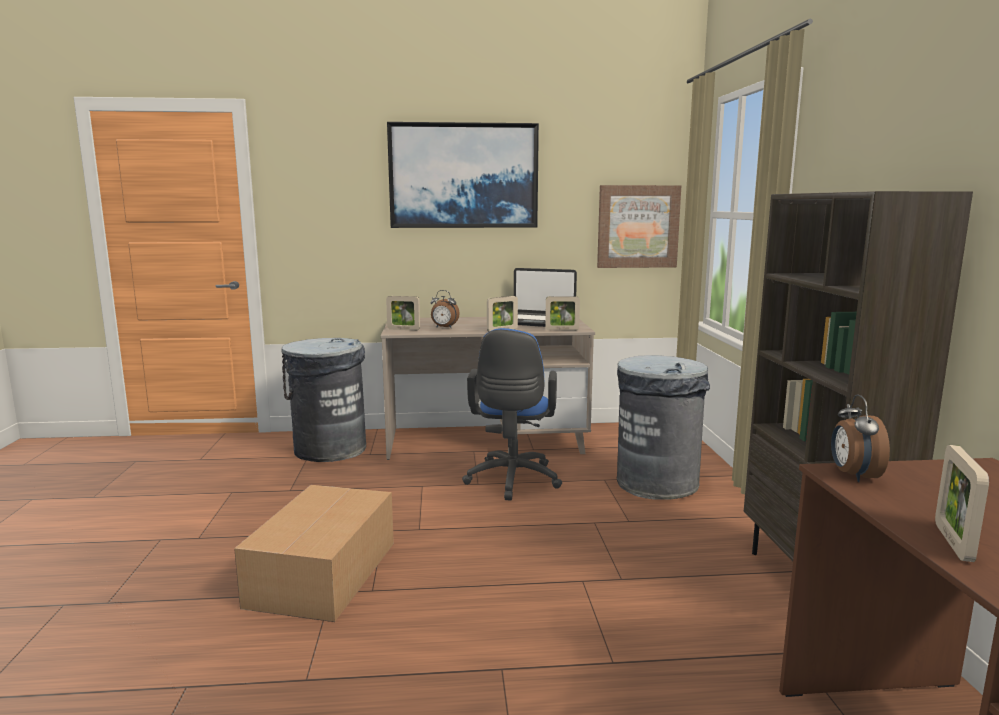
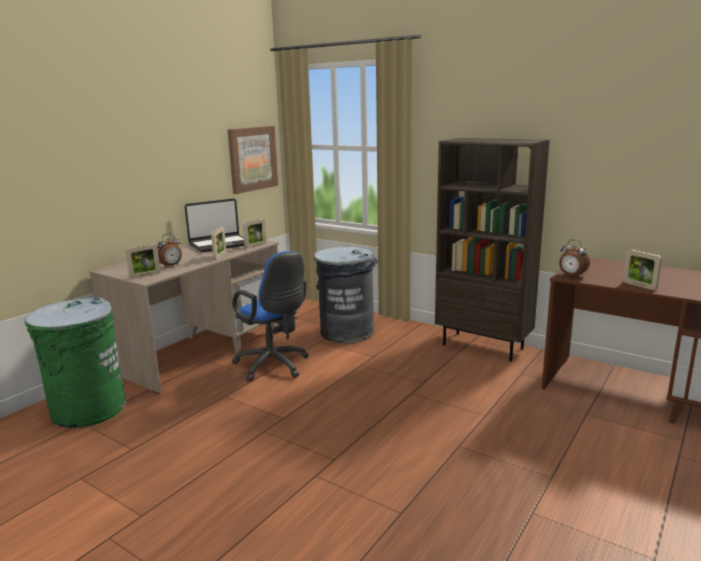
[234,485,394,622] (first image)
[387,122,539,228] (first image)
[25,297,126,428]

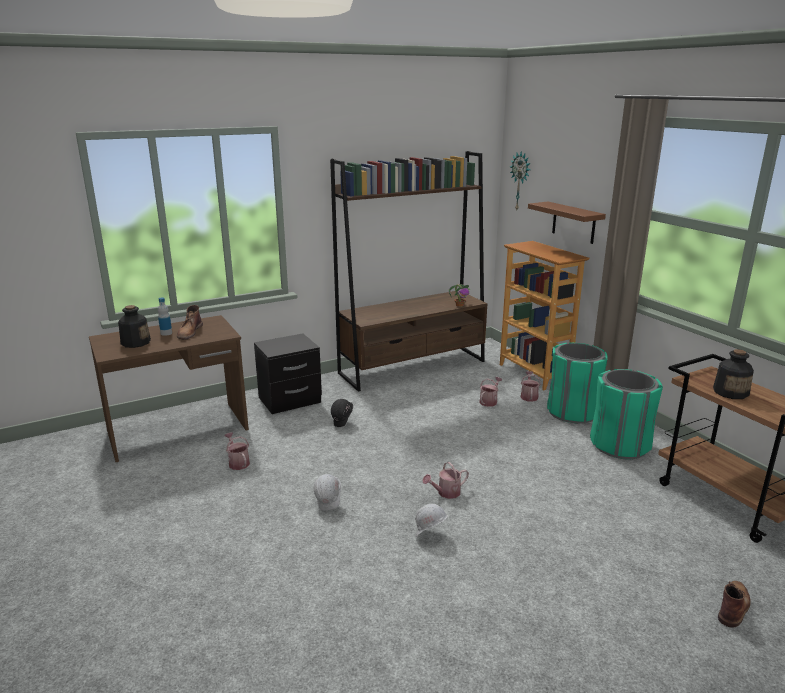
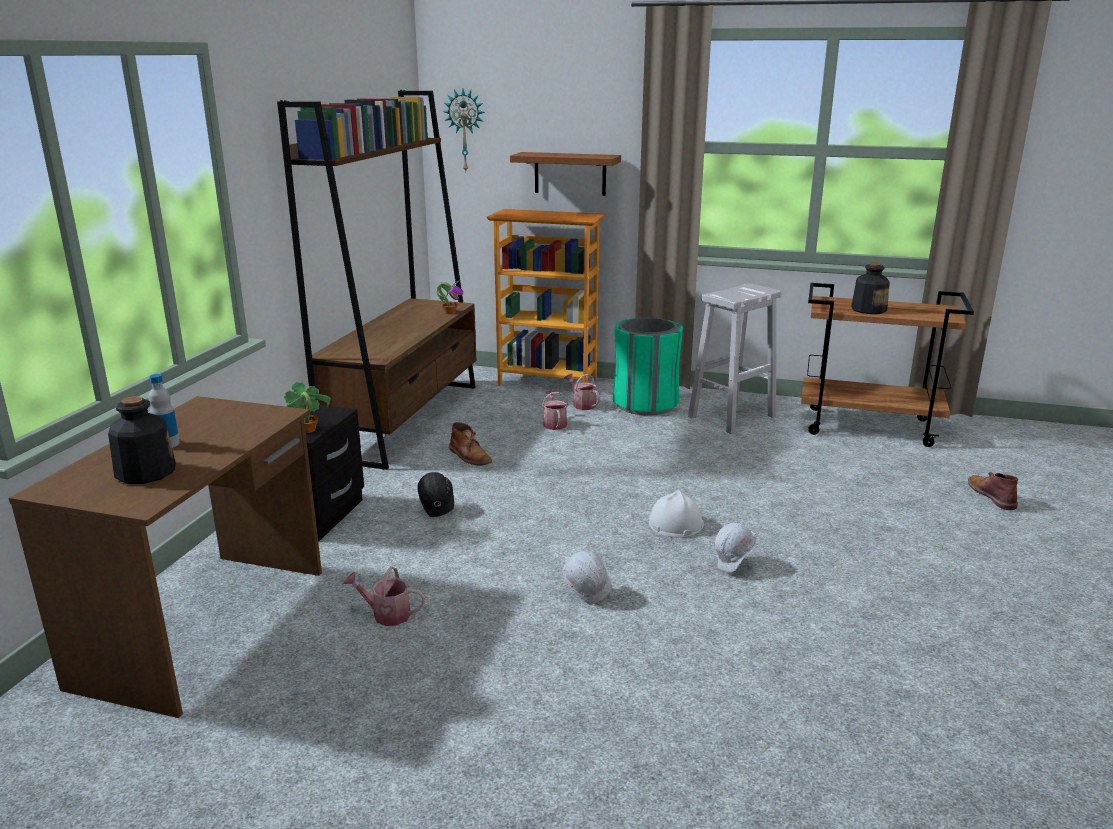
[283,382,331,433]
[449,422,492,466]
[648,490,704,538]
[688,283,781,434]

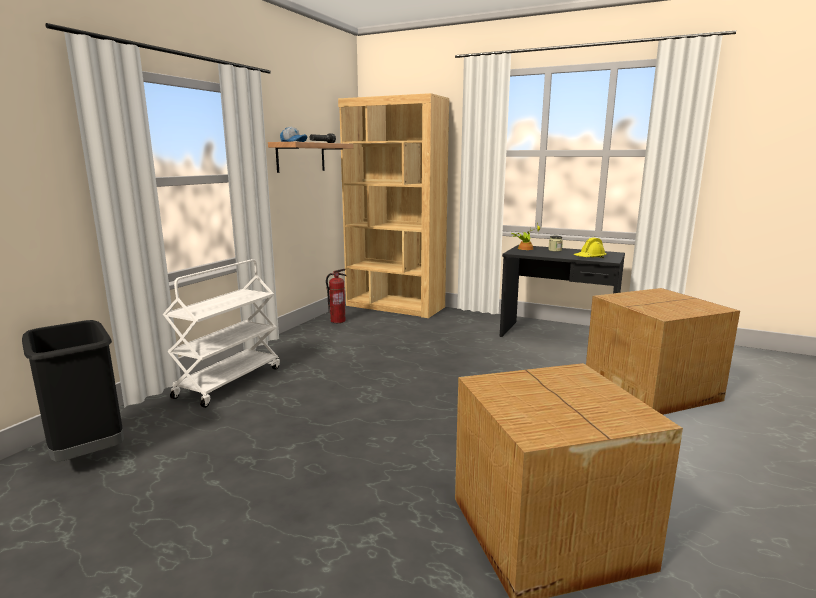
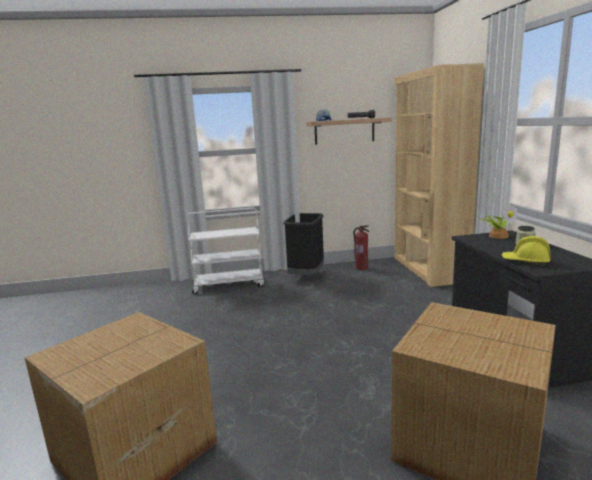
[283,213,324,275]

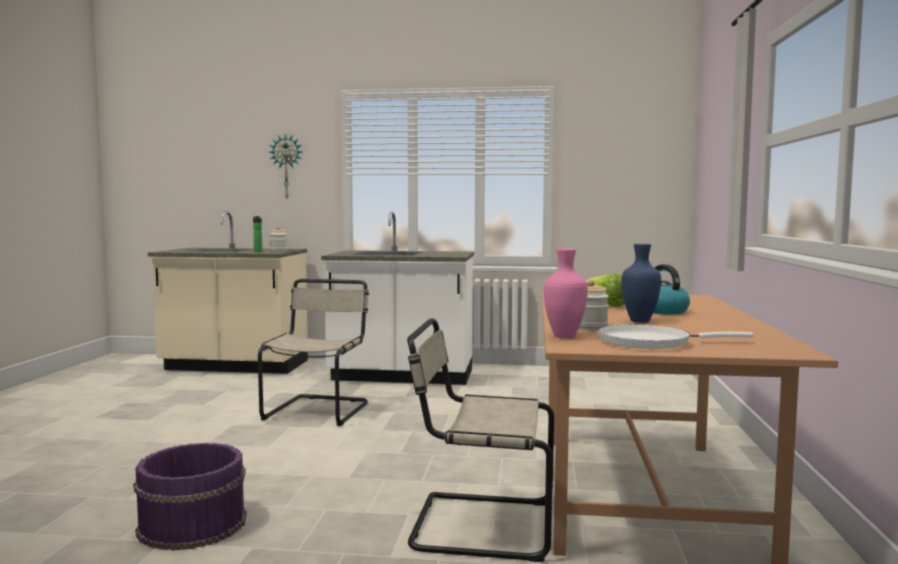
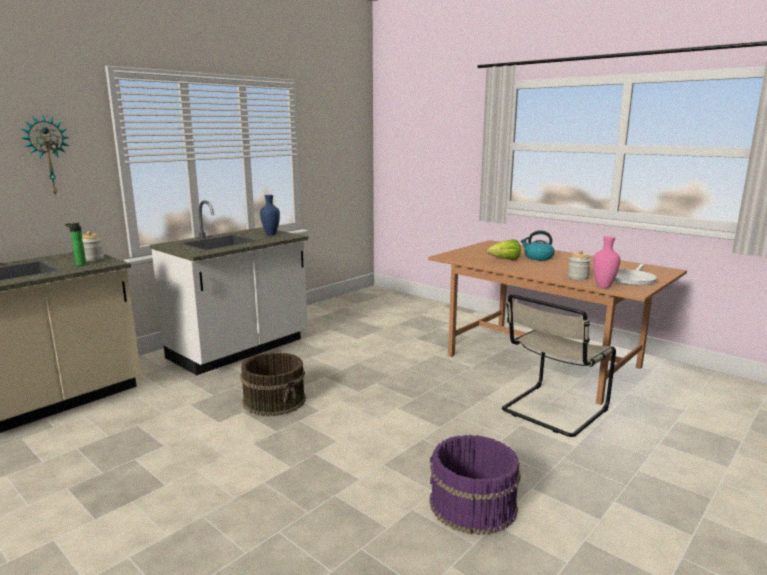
[260,195,280,235]
[240,352,306,416]

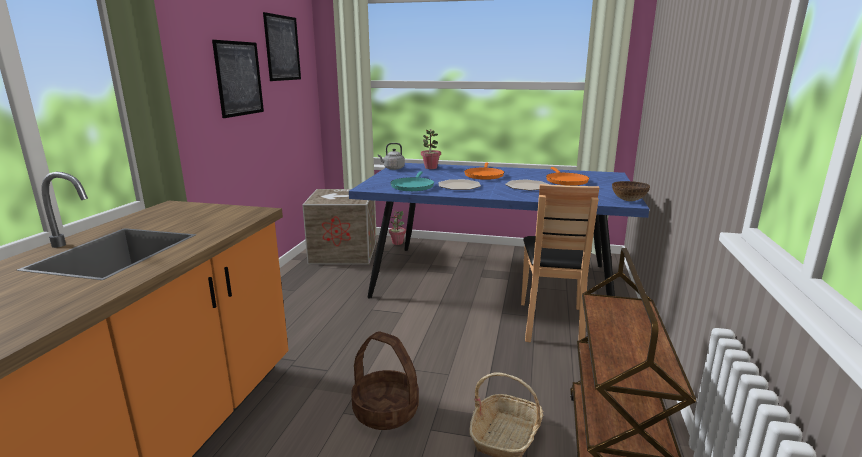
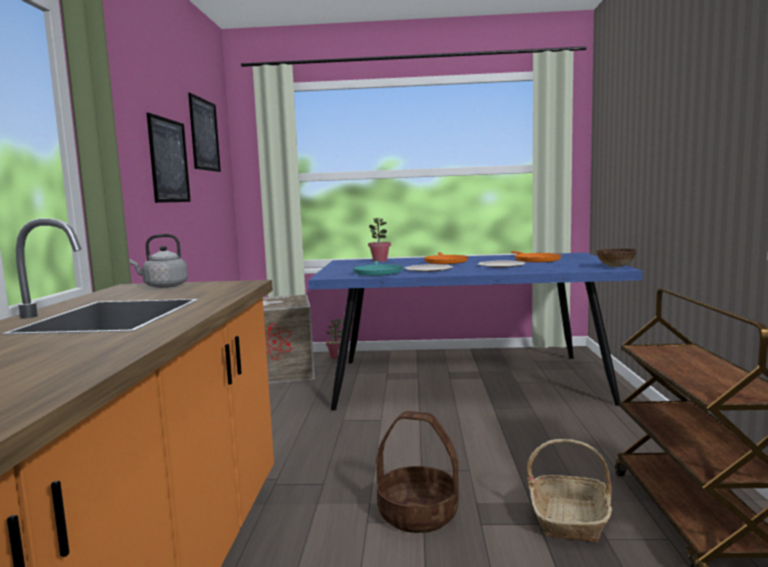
[521,184,599,342] (first image)
[129,234,188,288]

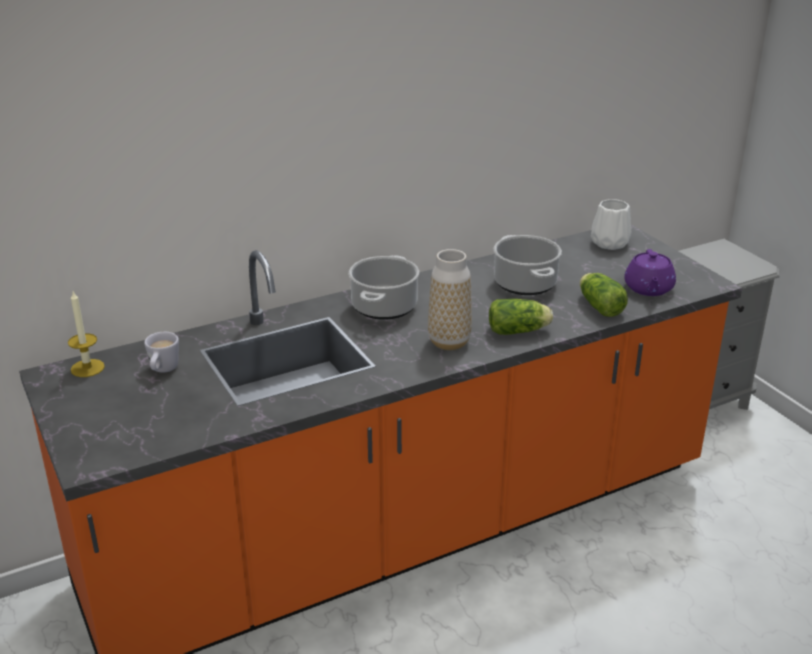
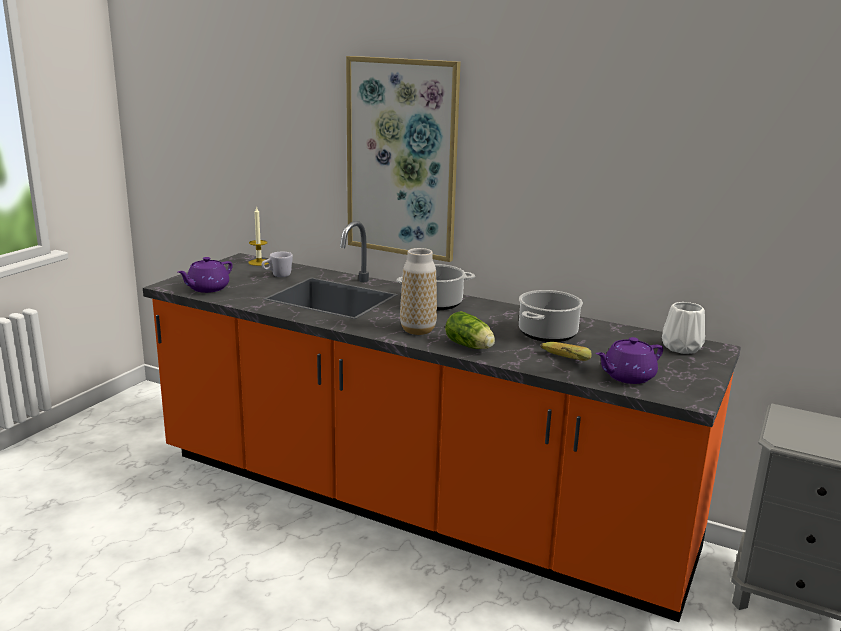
[178,257,233,293]
[346,56,460,262]
[541,342,592,361]

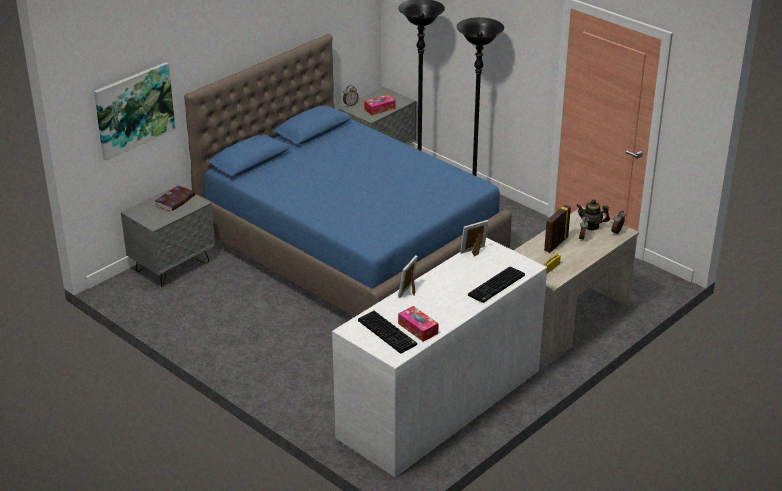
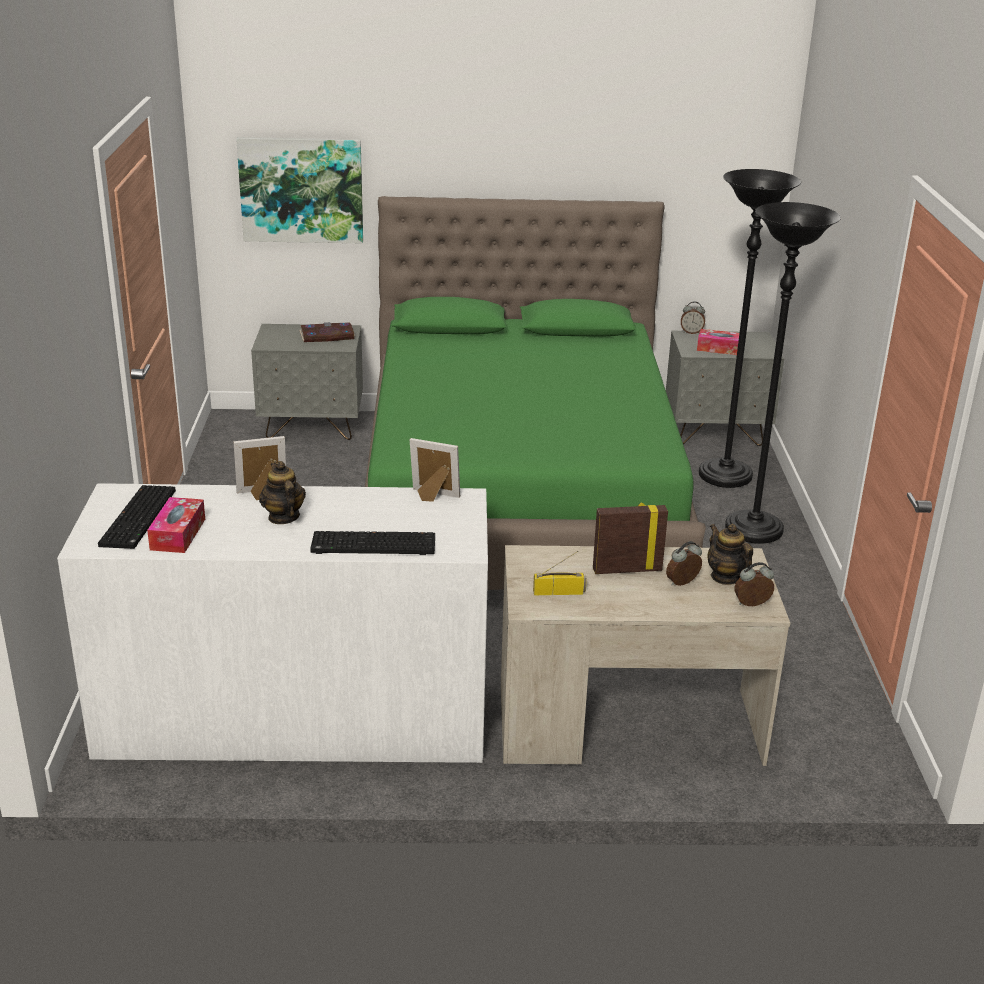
[259,461,306,524]
[365,196,706,590]

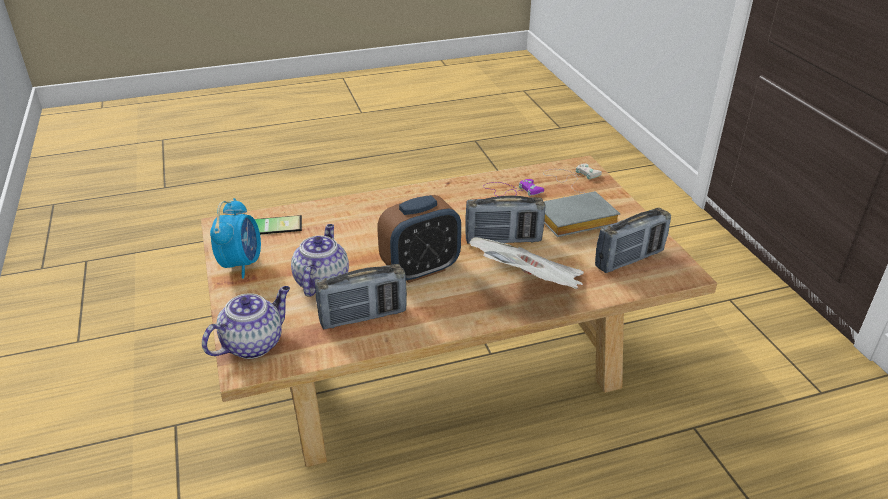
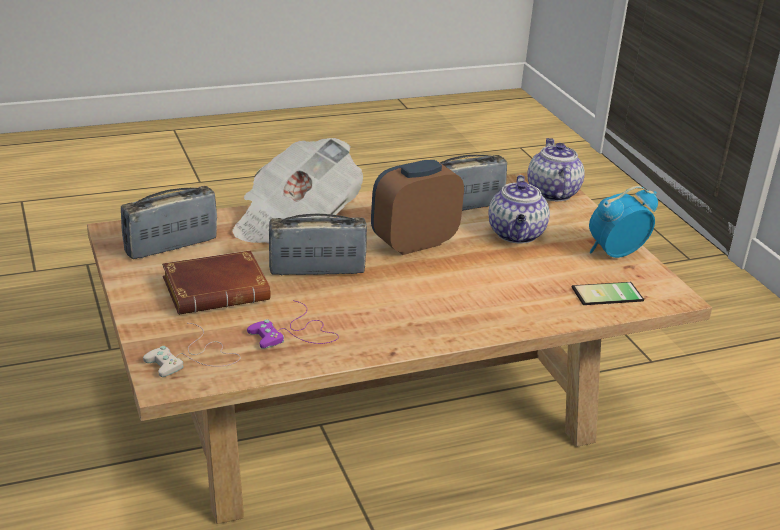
[162,250,271,315]
[527,138,585,201]
[589,186,658,258]

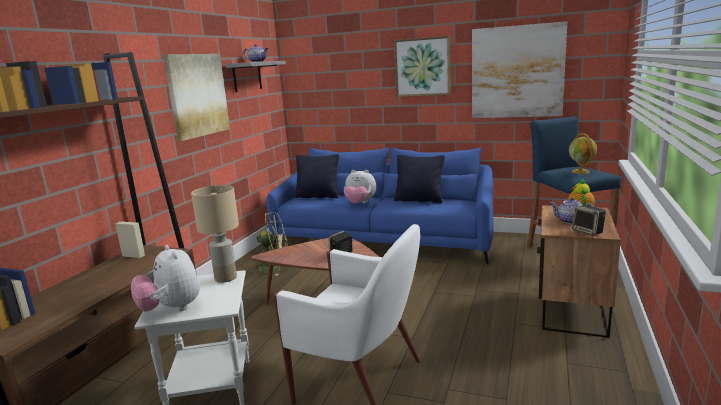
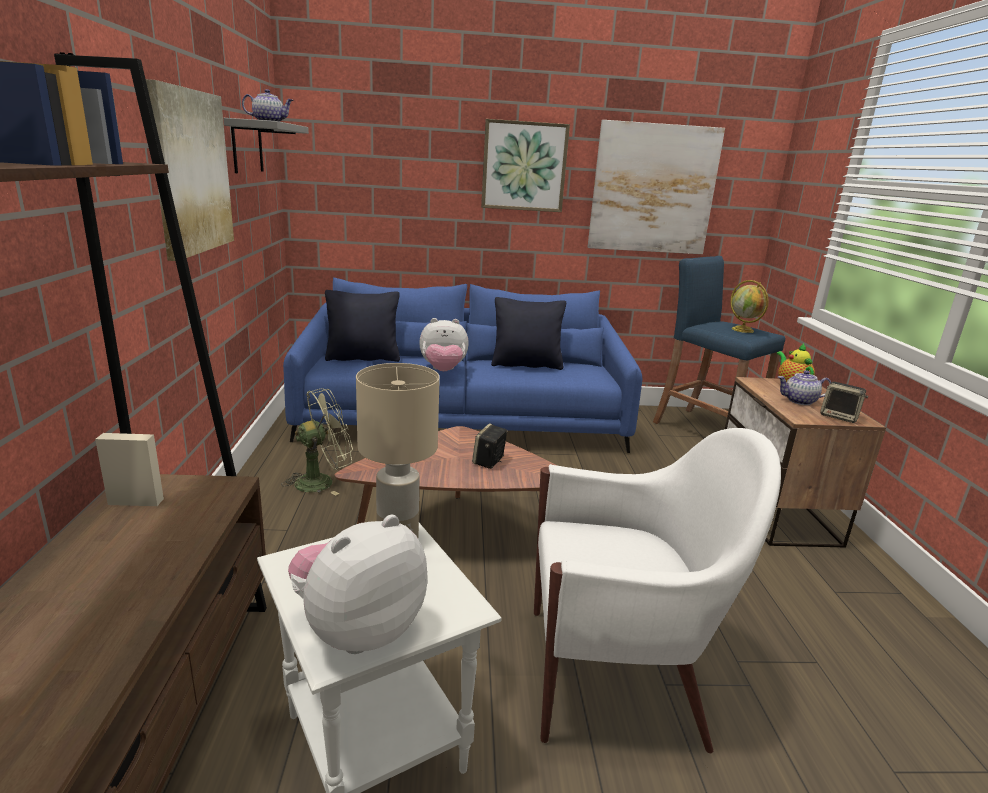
[288,515,427,654]

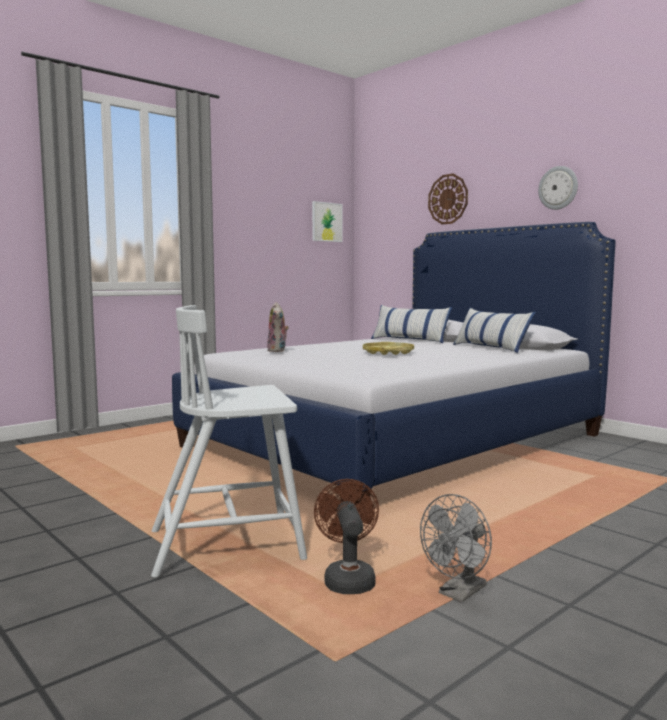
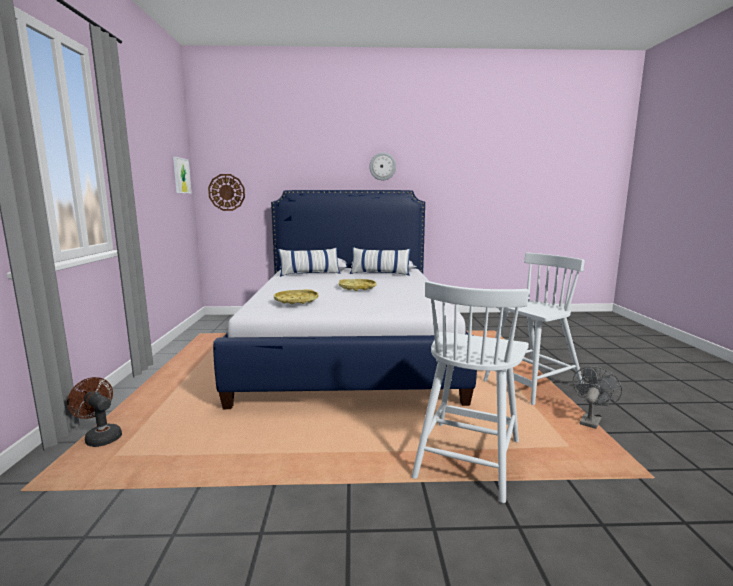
[483,252,585,405]
[67,377,122,447]
[208,174,245,211]
[274,289,318,304]
[573,366,622,429]

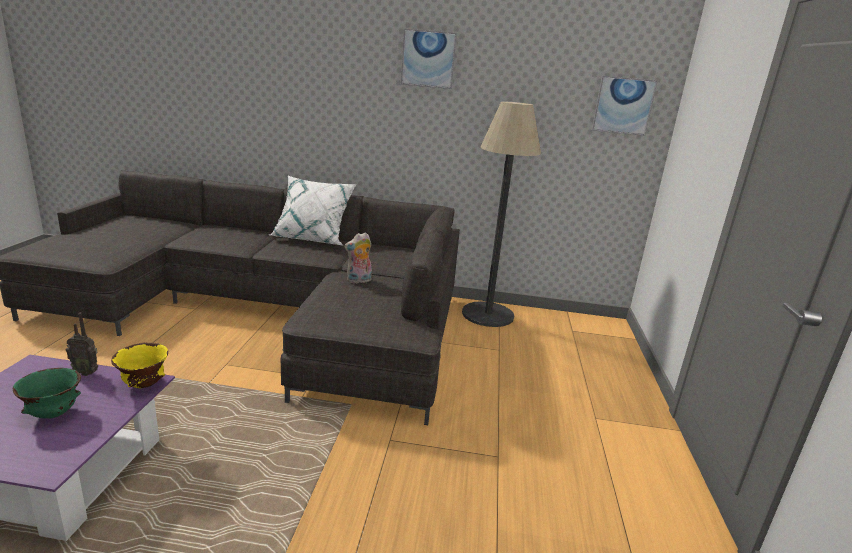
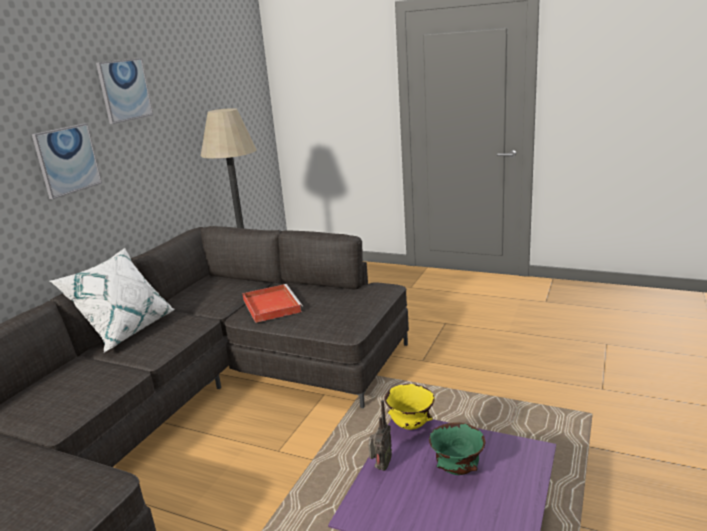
[32,123,102,199]
[243,284,303,323]

